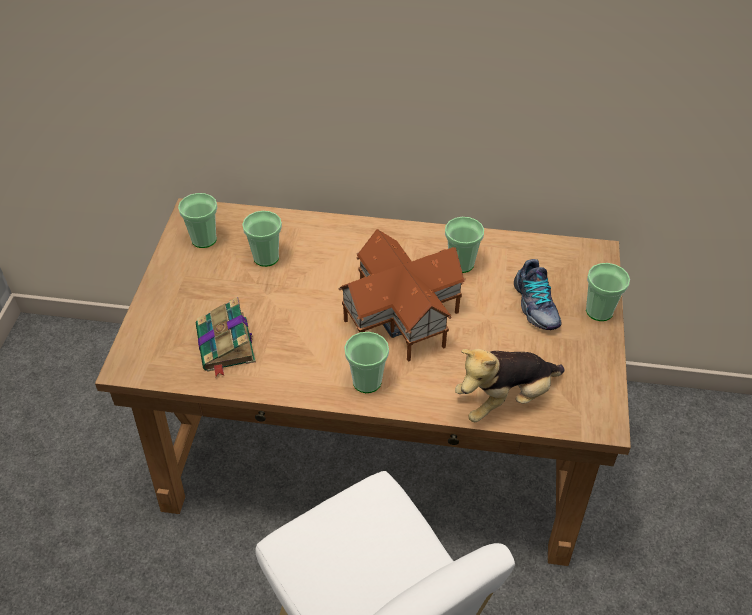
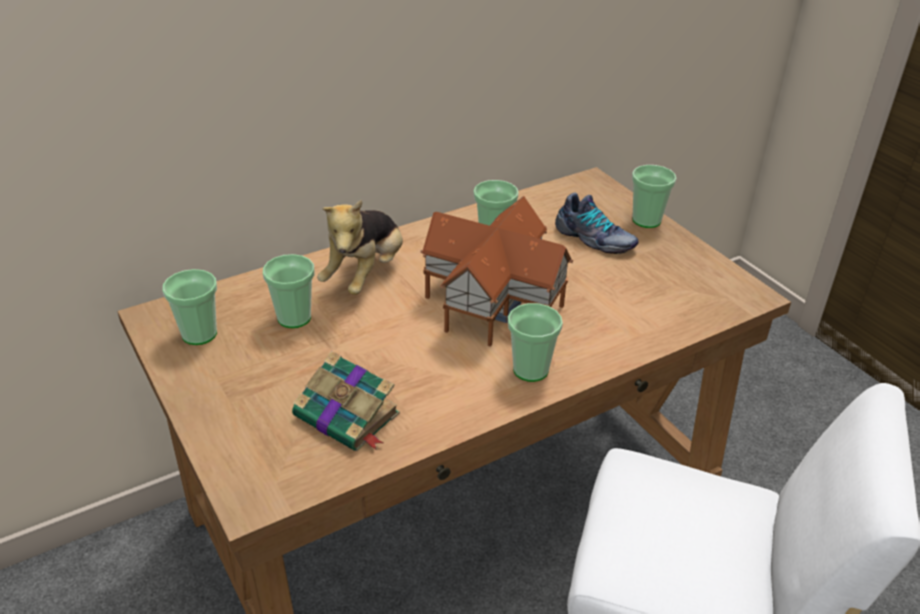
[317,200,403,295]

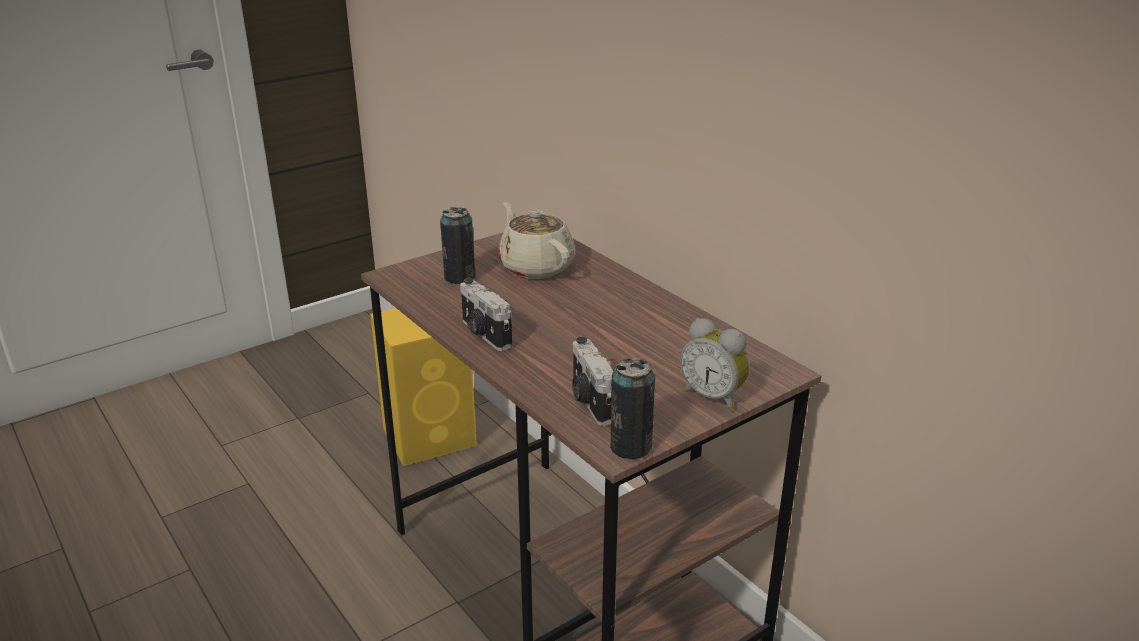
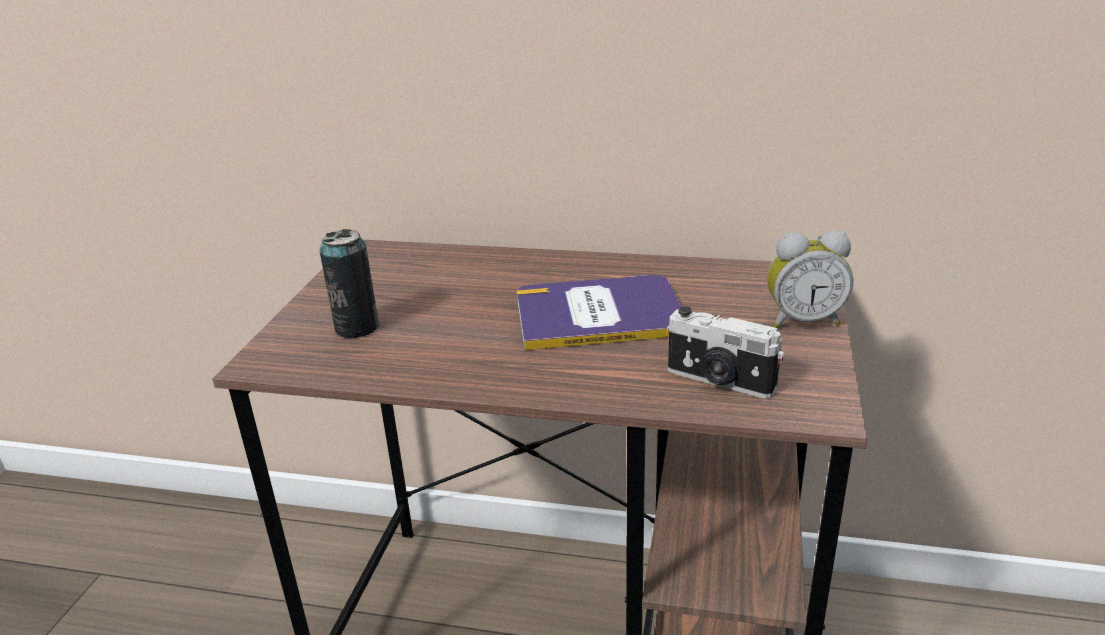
[370,308,477,466] (first image)
[460,278,512,351] (first image)
[498,202,575,279] (first image)
[610,358,655,460] (first image)
[517,275,681,350]

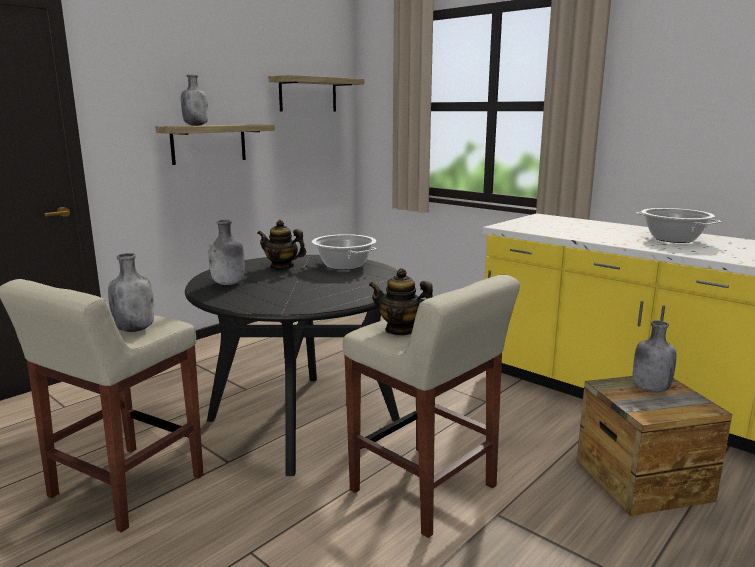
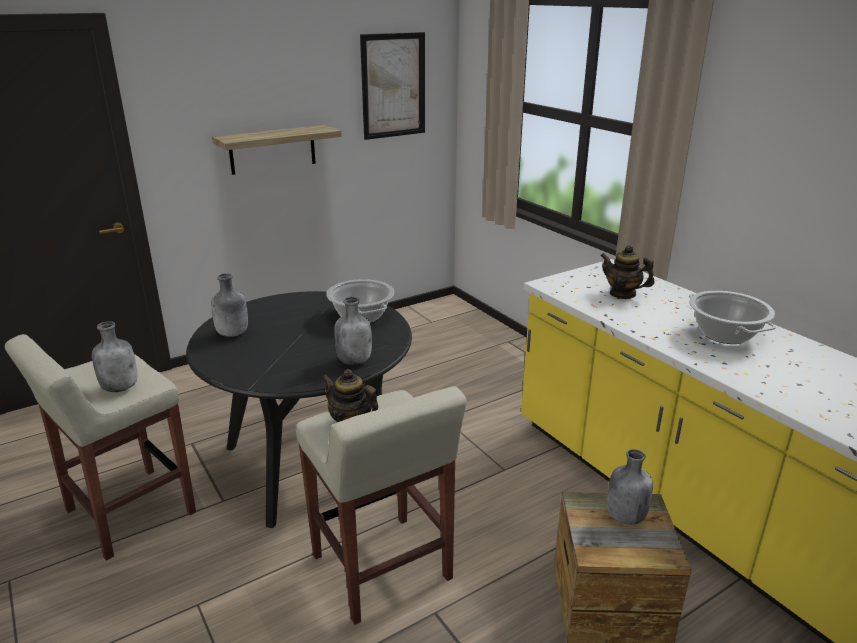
[334,297,372,365]
[600,245,654,299]
[360,32,425,140]

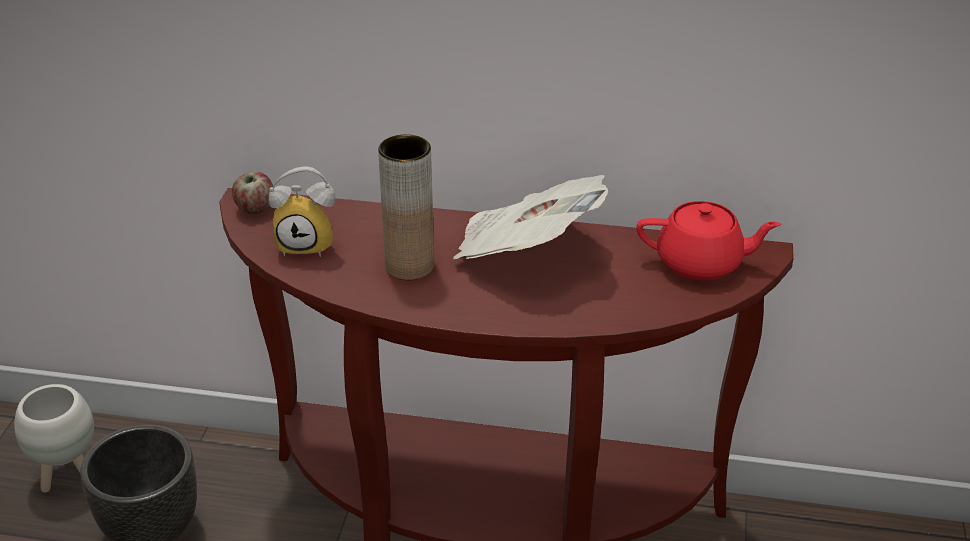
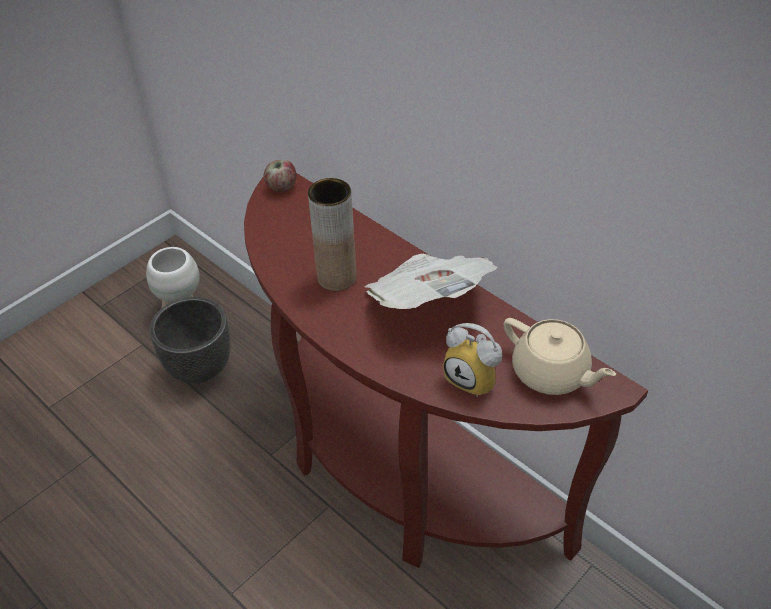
[443,323,502,397]
[504,318,616,395]

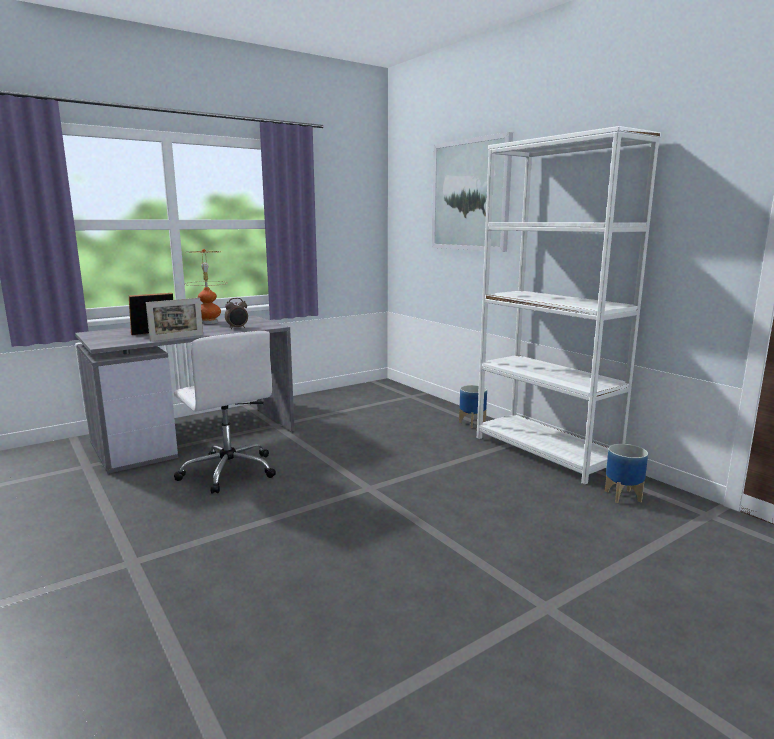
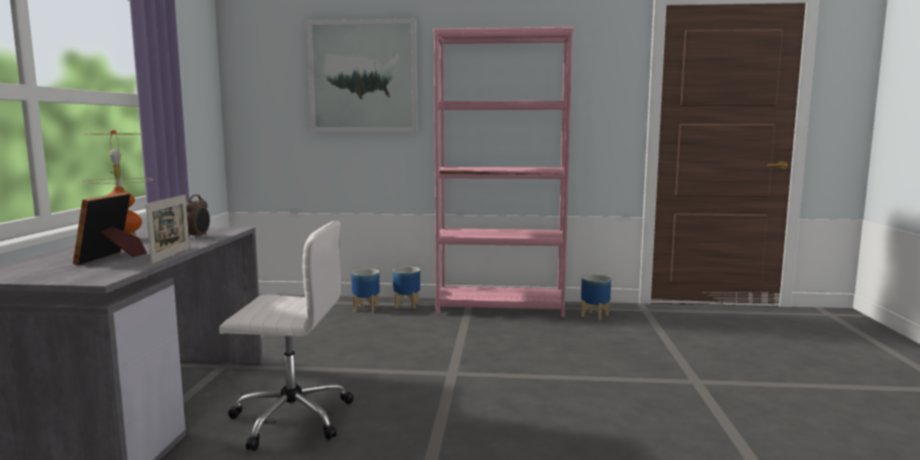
[351,269,380,312]
[433,27,574,317]

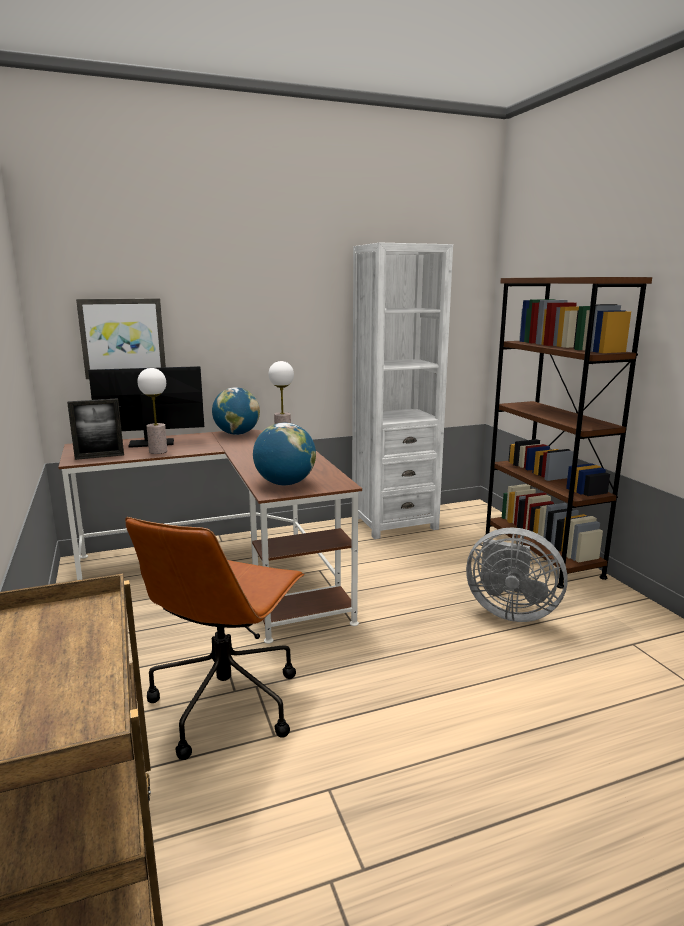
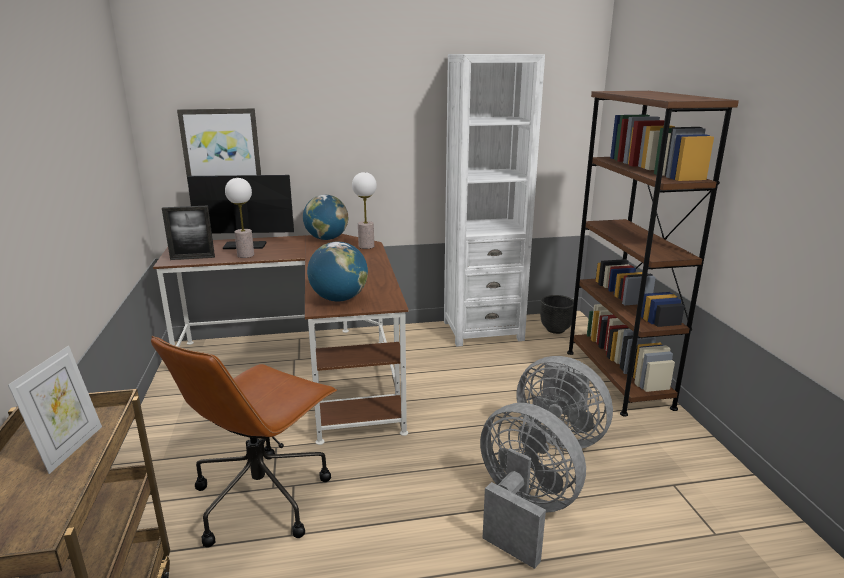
[8,346,102,474]
[480,403,586,569]
[540,295,574,334]

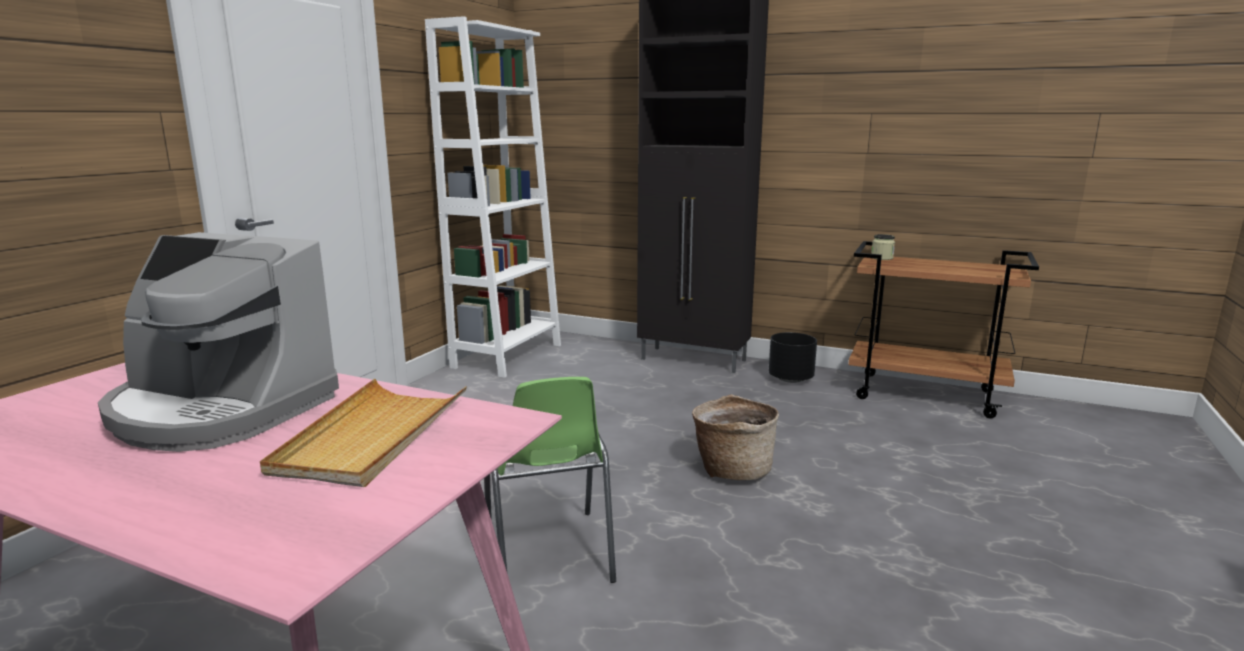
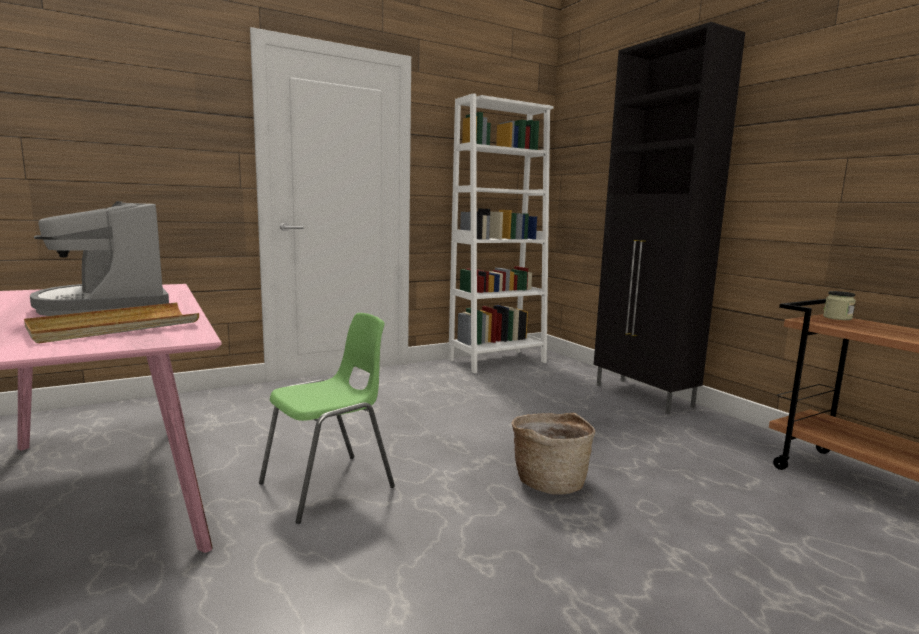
[769,332,817,383] (first image)
[259,313,395,524]

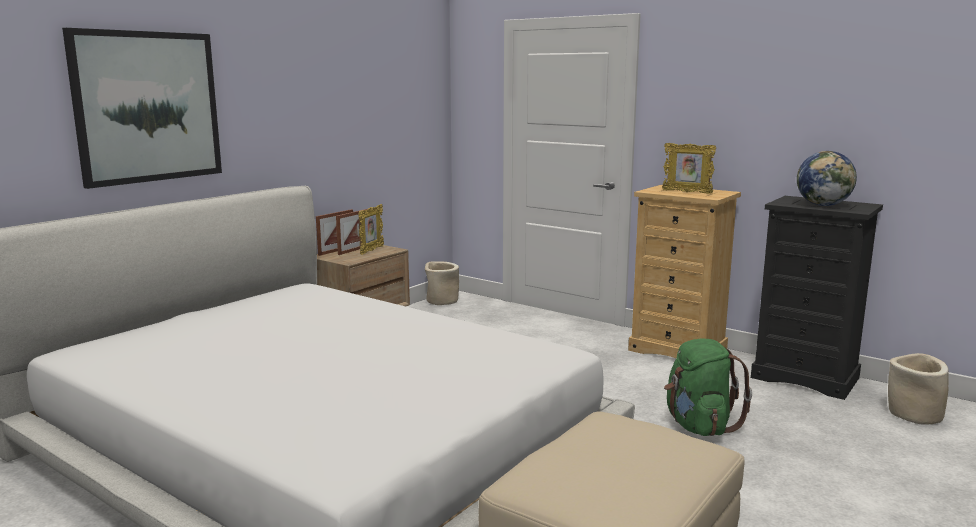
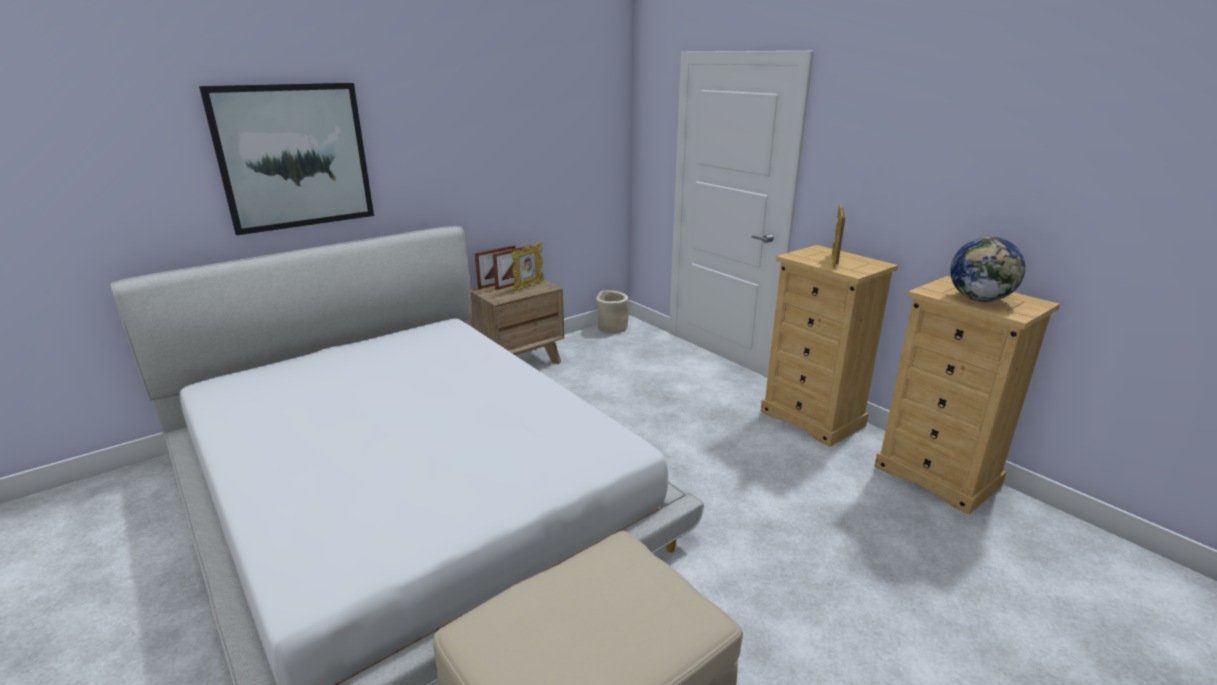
[664,338,752,436] (first image)
[888,353,949,425] (first image)
[874,276,1060,514]
[832,204,846,268]

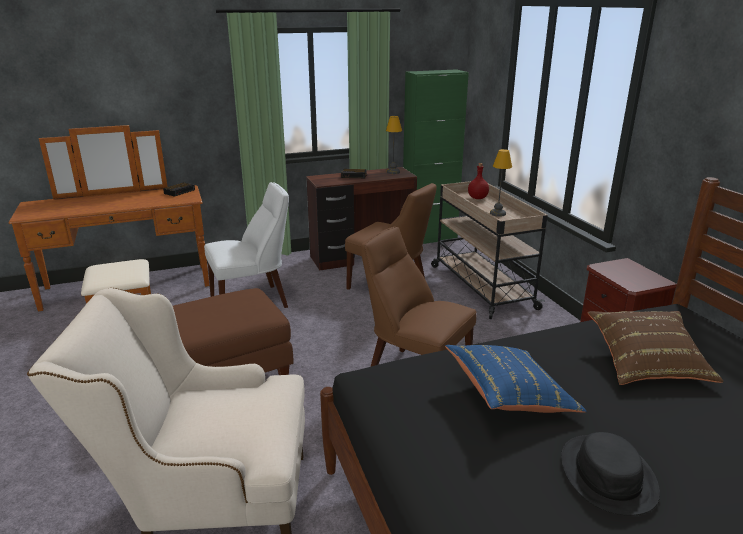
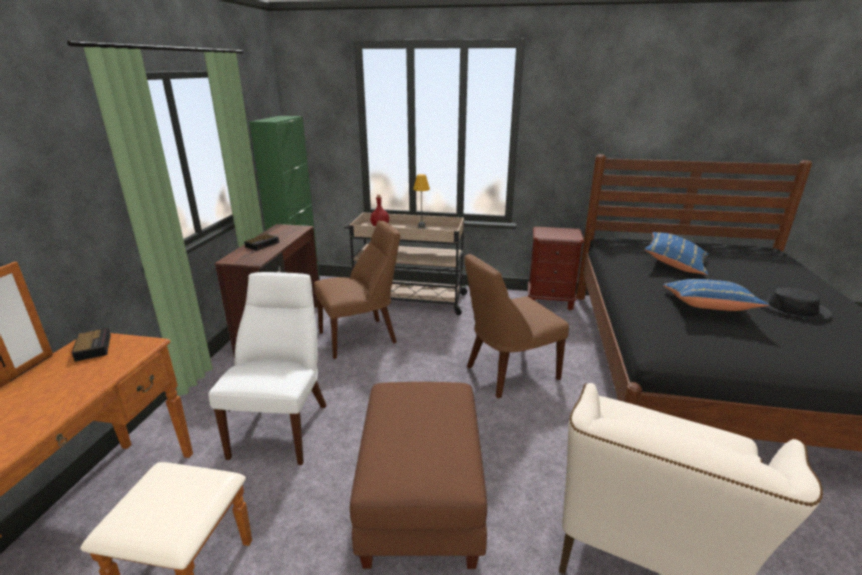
[386,116,402,174] (first image)
[645,232,709,275]

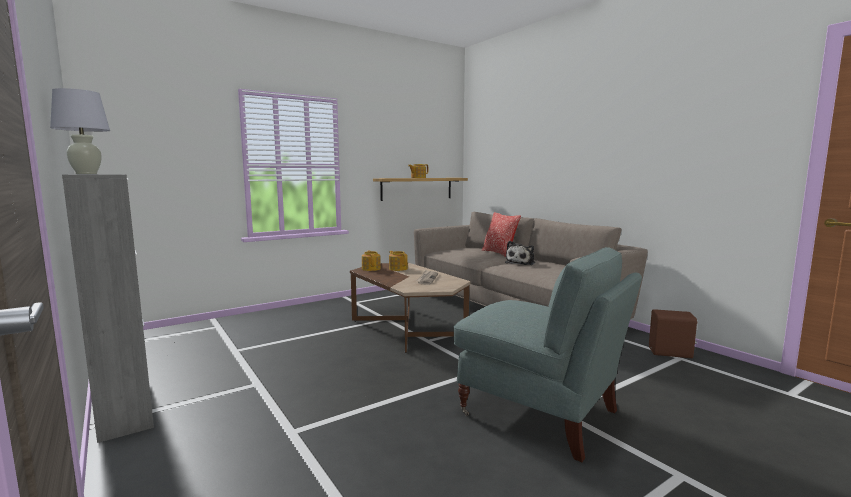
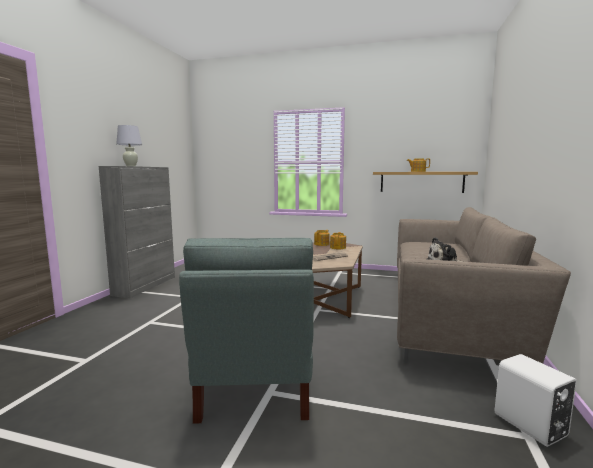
[482,212,521,257] (first image)
[495,354,577,447]

